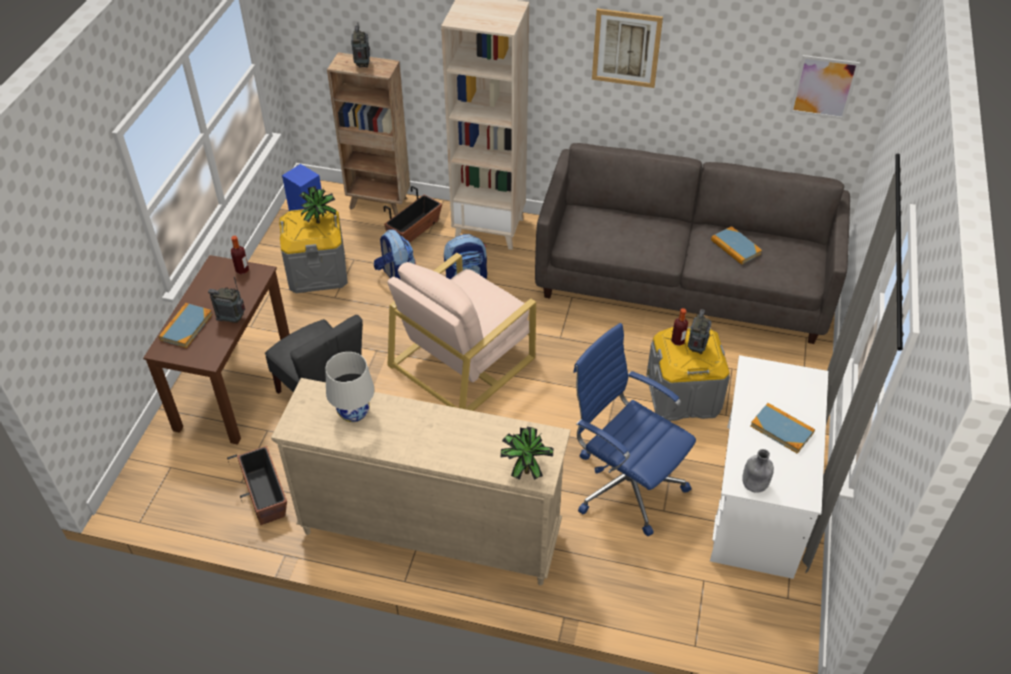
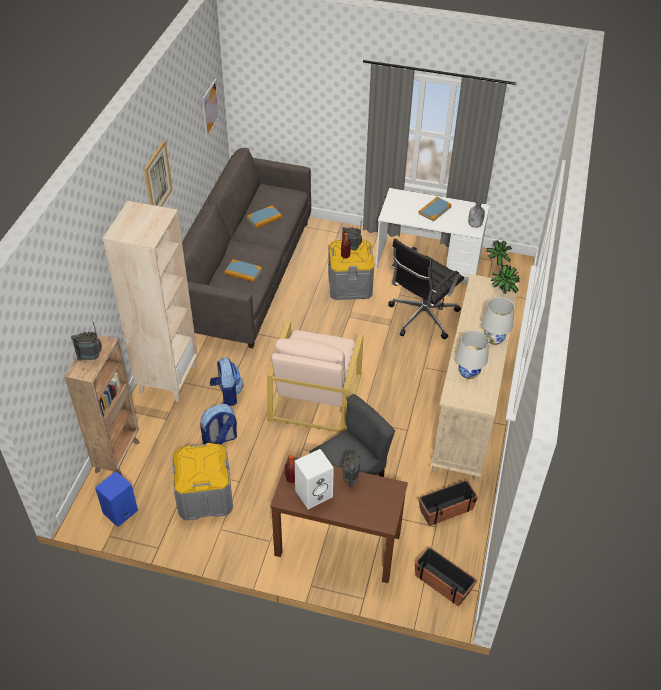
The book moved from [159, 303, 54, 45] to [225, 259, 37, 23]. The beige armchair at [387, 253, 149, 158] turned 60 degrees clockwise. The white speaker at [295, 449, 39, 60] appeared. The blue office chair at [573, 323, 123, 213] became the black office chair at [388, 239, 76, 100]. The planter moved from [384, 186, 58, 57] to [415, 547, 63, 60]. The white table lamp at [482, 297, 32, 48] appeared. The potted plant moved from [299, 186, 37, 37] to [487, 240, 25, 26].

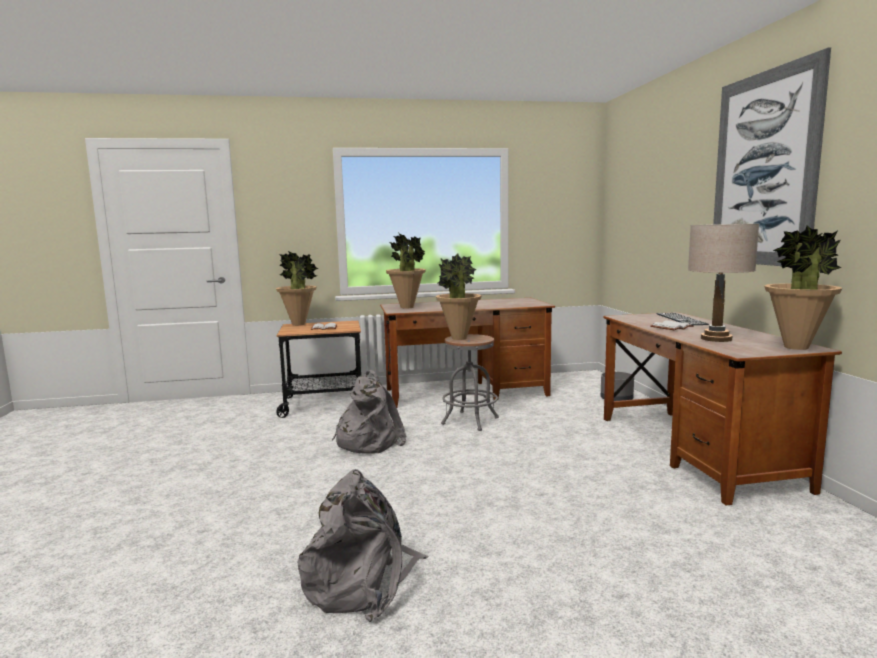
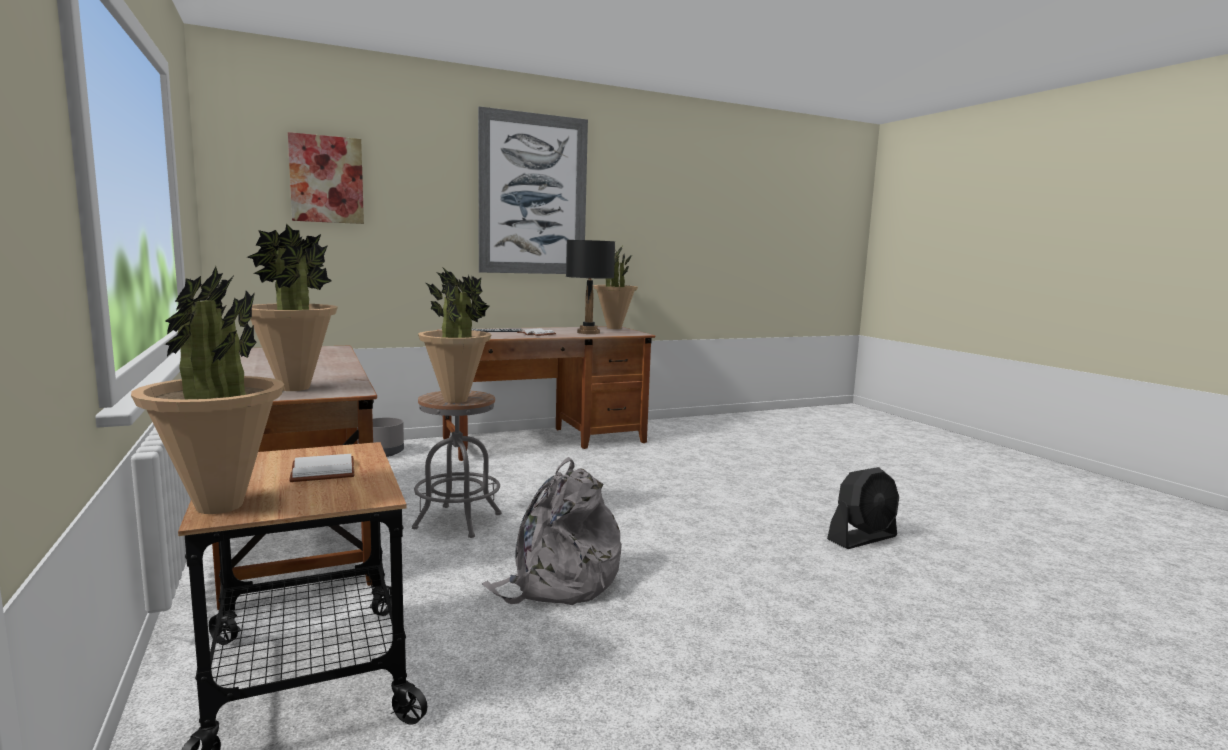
The picture at [288, 132, 76, 92] appeared. The beige table lamp at [688, 224, 71, 118] became the black table lamp at [566, 240, 49, 94]. The grey backpack at [297, 469, 131, 153] was replaced by the black fan at [827, 467, 72, 82].

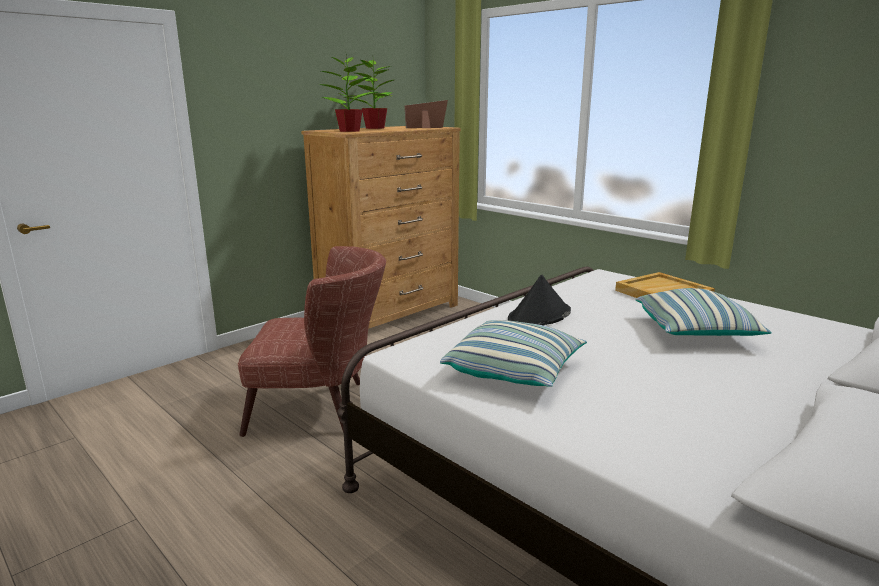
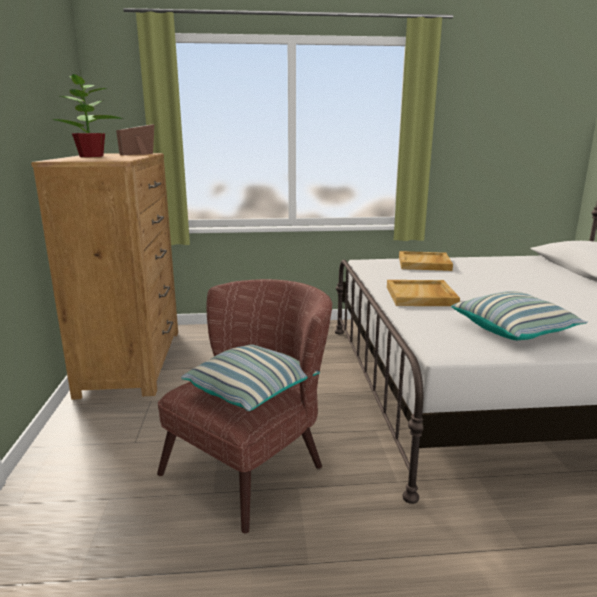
The pillow moved from [635, 288, 137, 48] to [181, 344, 139, 67]. The black hat at [508, 275, 63, 51] was replaced by the beige tray at [387, 280, 73, 26]. The potted plant at [319, 54, 59, 78] disappeared.

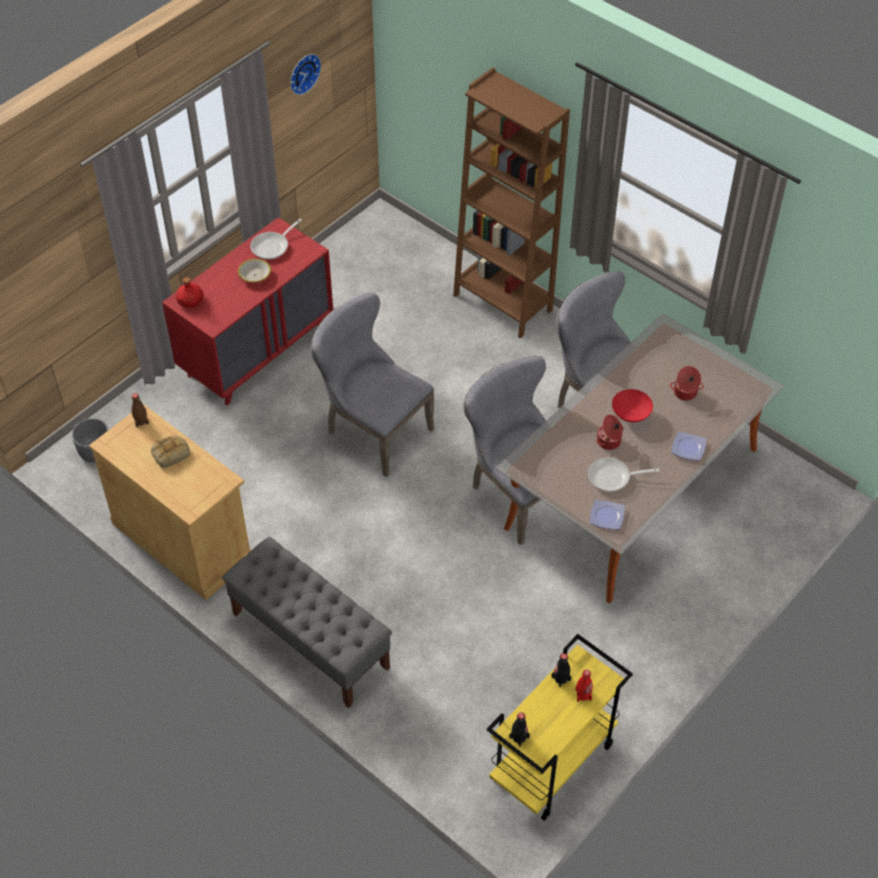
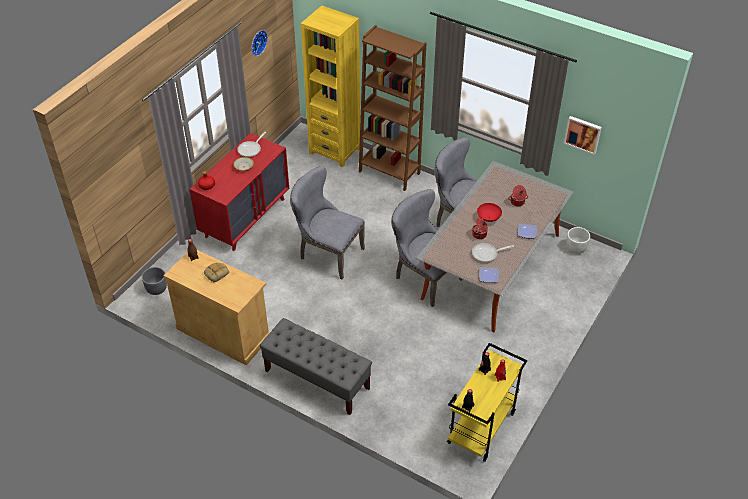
The yellow bookcase at [301, 6, 59, 161] appeared. The picture at [564, 116, 38, 39] appeared. The white planter at [566, 227, 24, 27] appeared.

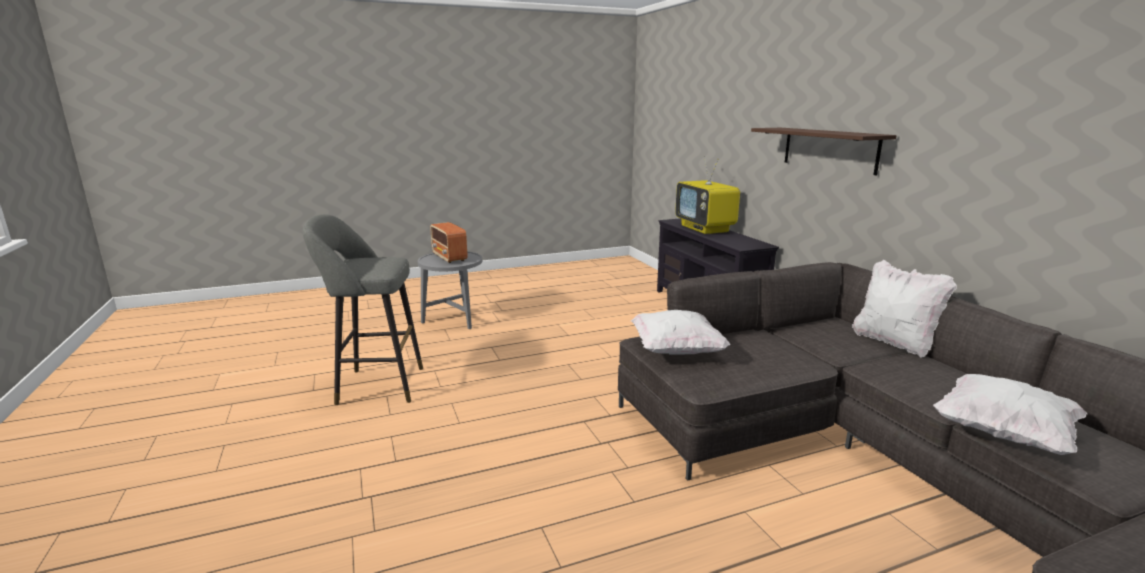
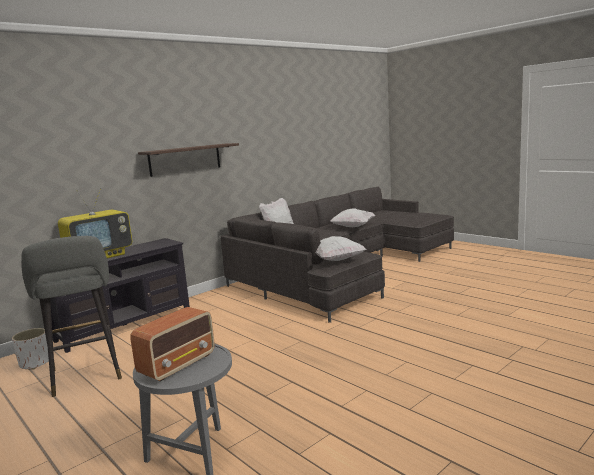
The white planter at [12, 328, 37, 41] appeared. The grey stool moved from [303, 214, 120, 191] to [21, 236, 101, 161].

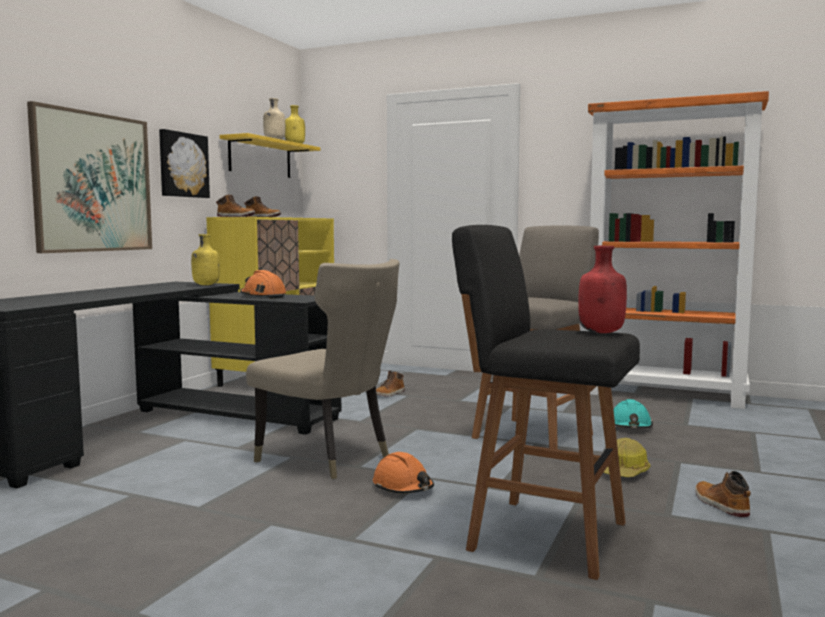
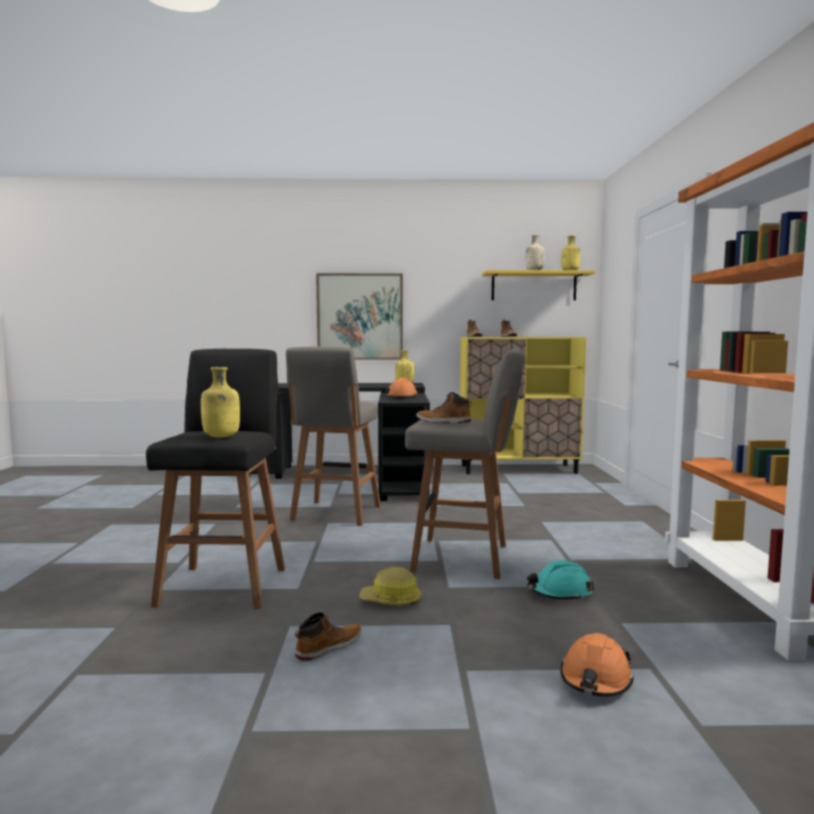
The red bottle at [578, 246, 49, 87] became the yellow bottle at [201, 367, 39, 71]. The beige chair at [246, 259, 154, 220] was replaced by the grey stool at [286, 347, 95, 179]. The boot moved from [376, 371, 29, 26] to [416, 392, 56, 31]. The orange hard hat moved from [373, 452, 61, 41] to [560, 633, 74, 64]. The picture at [159, 129, 51, 69] disappeared.

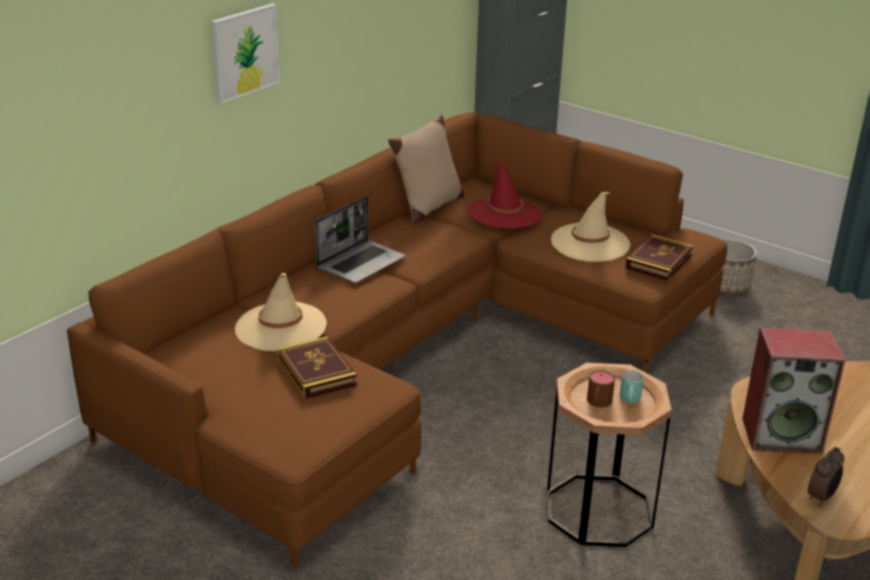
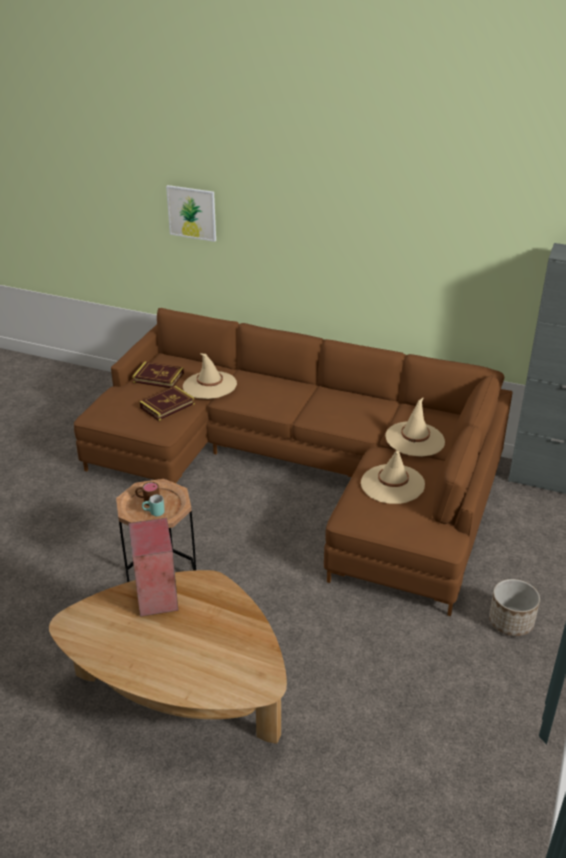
The book moved from [625, 234, 69, 47] to [132, 362, 52, 26]. The picture moved from [212, 3, 68, 101] to [166, 185, 50, 57]. The red hat at [467, 157, 75, 71] became the beige hat at [385, 397, 60, 60]. The laptop at [315, 196, 90, 87] disappeared. The beige pillow at [388, 114, 76, 110] disappeared. The alarm clock at [808, 447, 36, 60] disappeared.

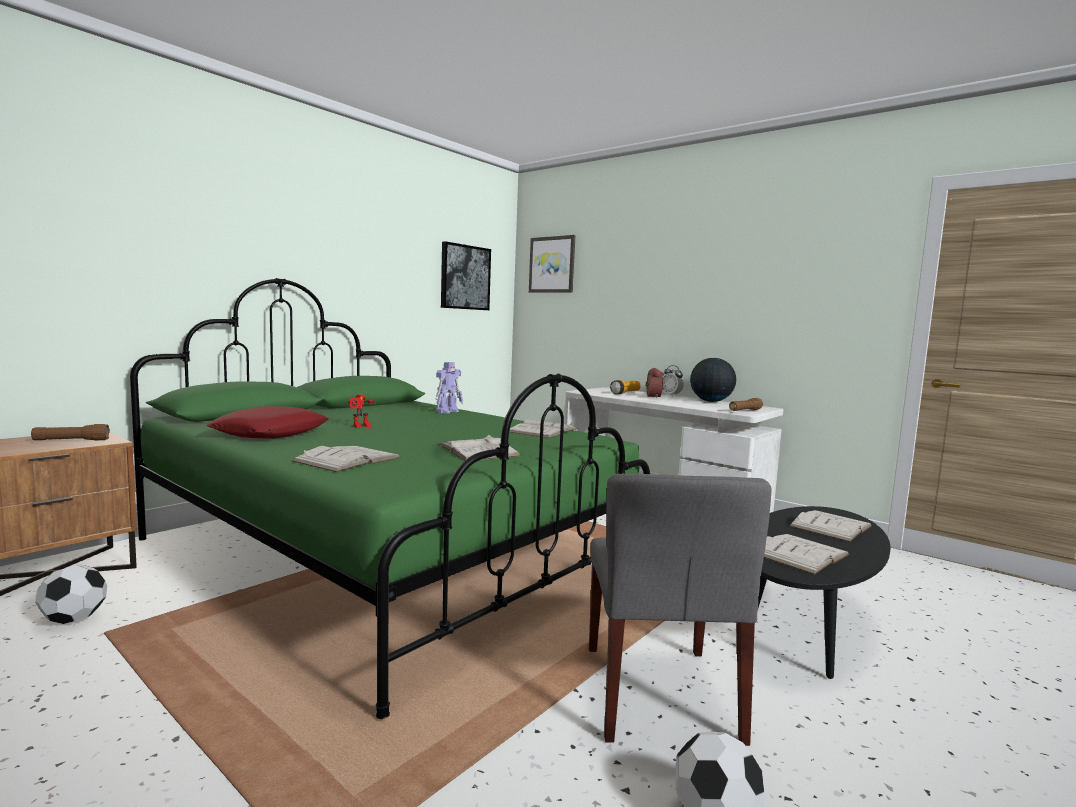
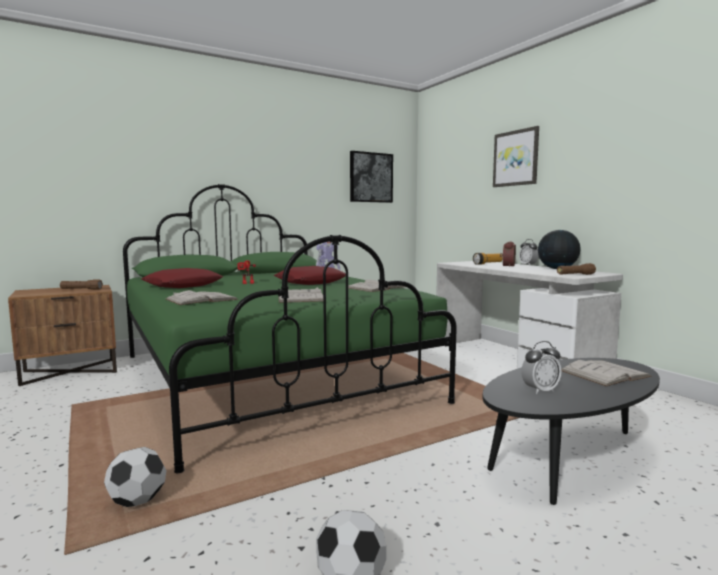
The football moved from [35, 565, 72, 59] to [104, 447, 63, 60]. The red pillow at [274, 266, 72, 19] appeared. The picture moved from [529, 235, 46, 58] to [493, 126, 46, 61]. The white book at [764, 534, 85, 41] was replaced by the alarm clock at [521, 341, 41, 53]. The grey chair at [589, 474, 182, 272] disappeared.

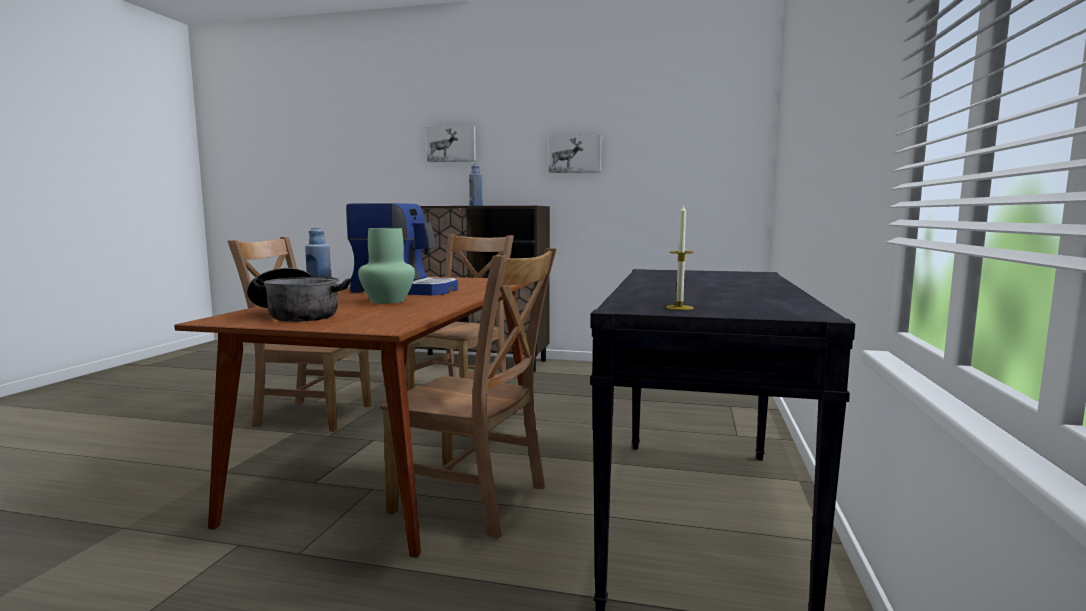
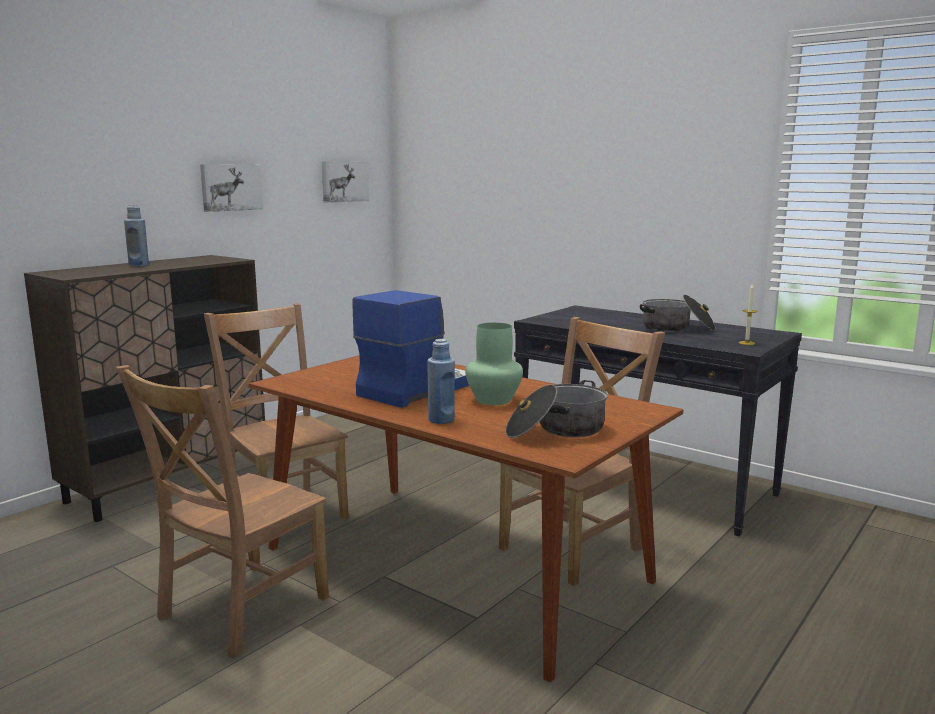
The picture moved from [426, 125, 50, 37] to [322, 161, 47, 42]. The cooking pot at [640, 295, 76, 37] appeared.

